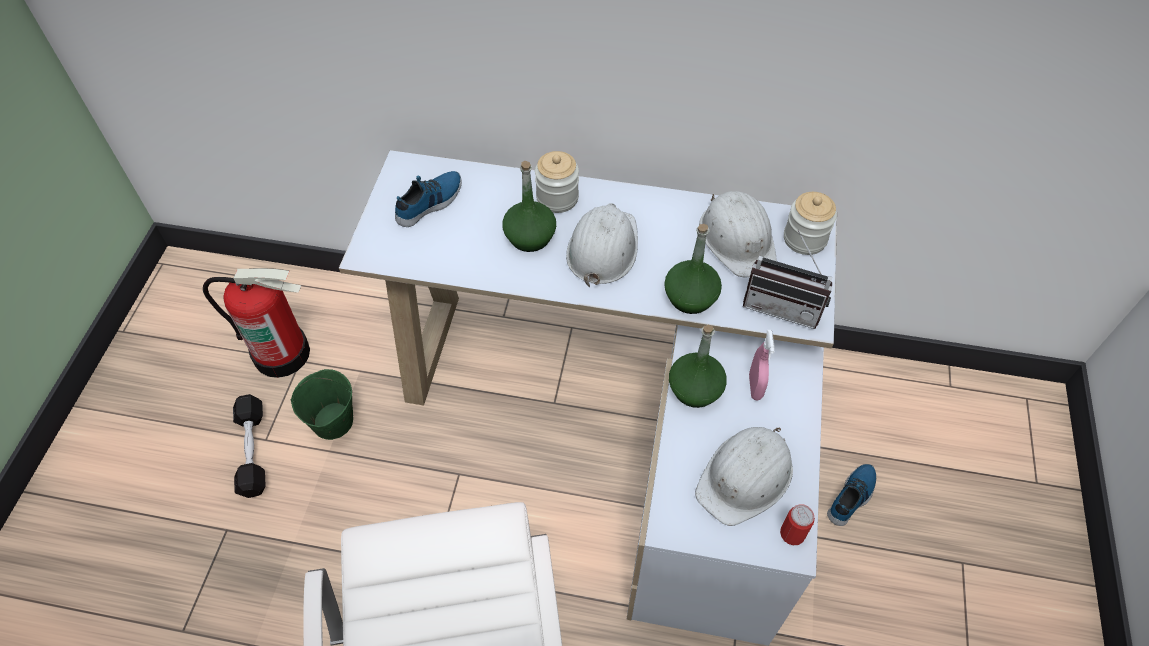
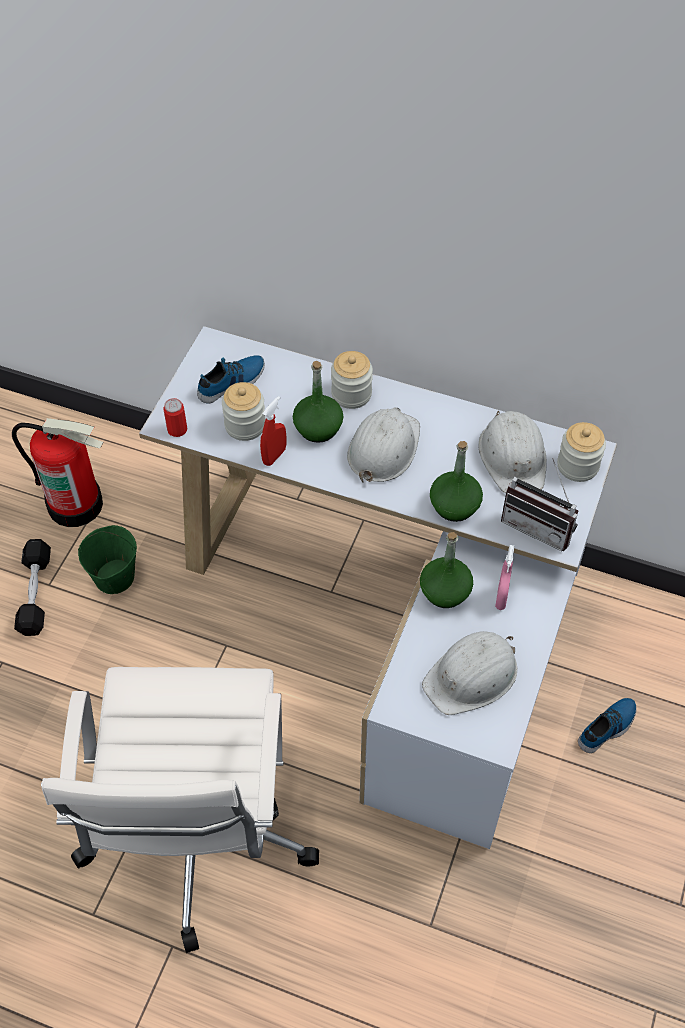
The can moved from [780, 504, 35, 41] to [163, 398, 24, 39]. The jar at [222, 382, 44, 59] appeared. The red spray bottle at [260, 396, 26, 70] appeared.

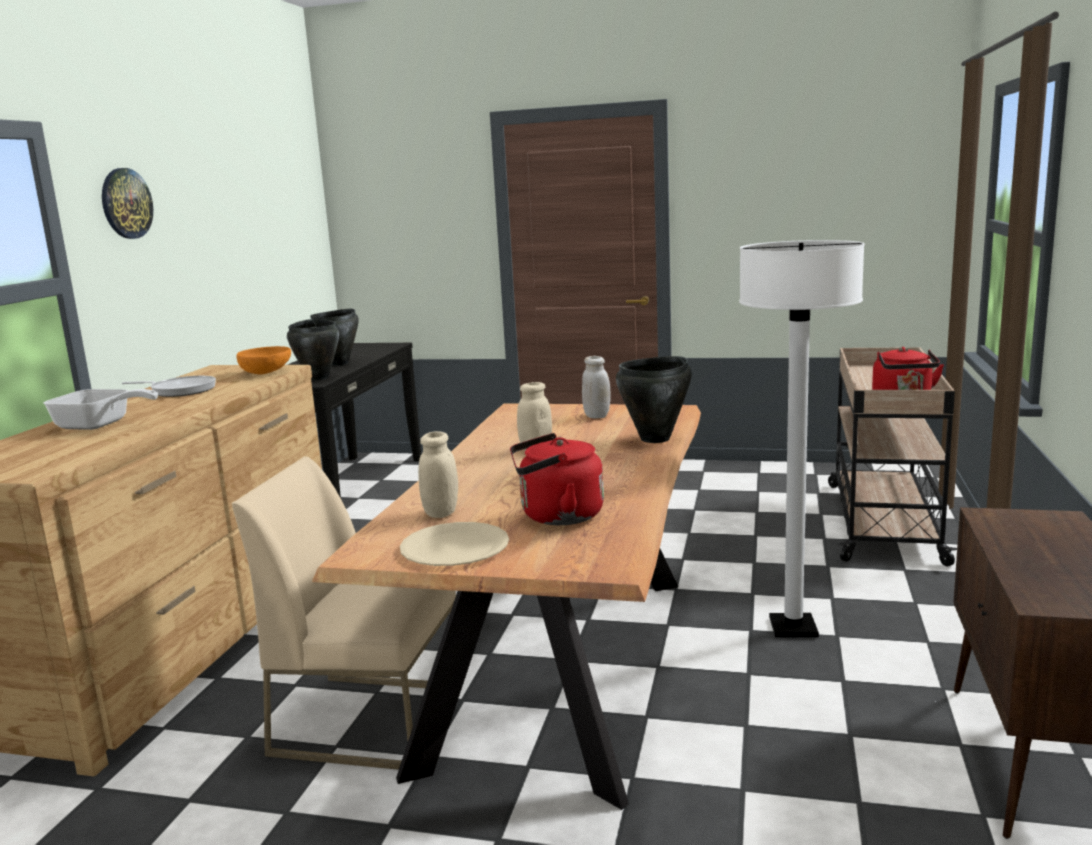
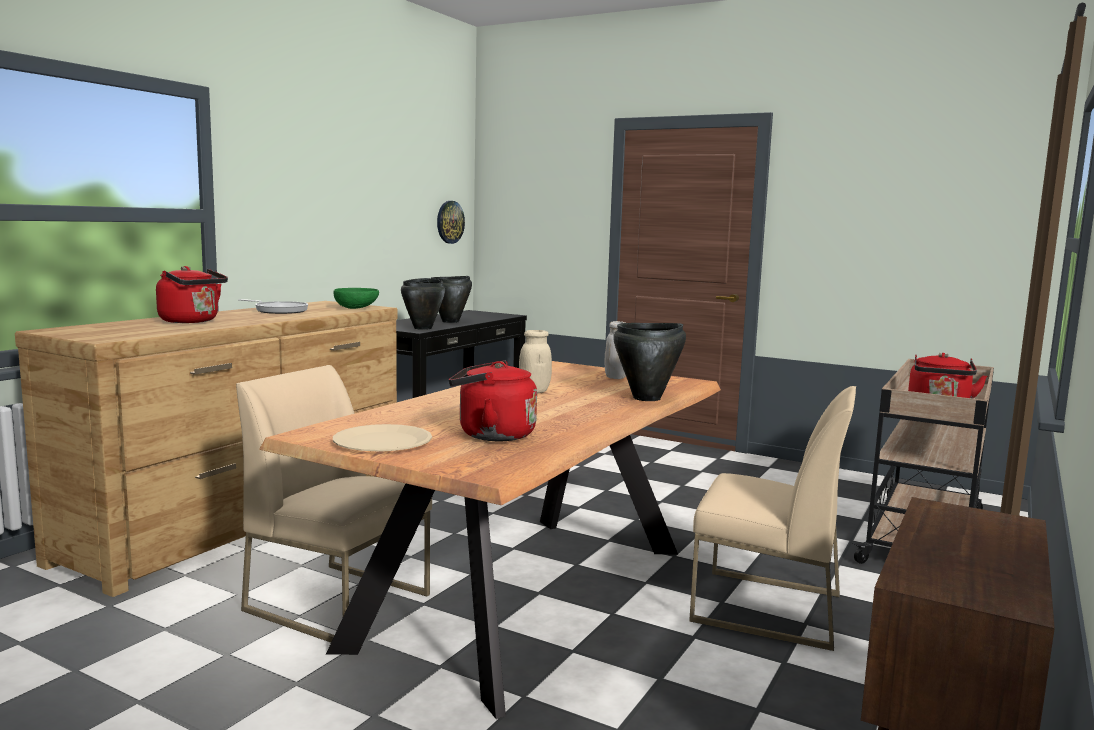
The frying pan at [43, 389, 115, 41] was replaced by the red kettle at [156, 266, 72, 57]. The orange bowl at [237, 346, 54, 29] became the green bowl at [333, 288, 46, 21]. The wall clock moved from [102, 168, 51, 71] to [437, 201, 28, 43]. The white floor lamp at [739, 240, 126, 397] was replaced by the beige chair at [689, 386, 167, 265]. The beige jar at [418, 431, 40, 87] disappeared.

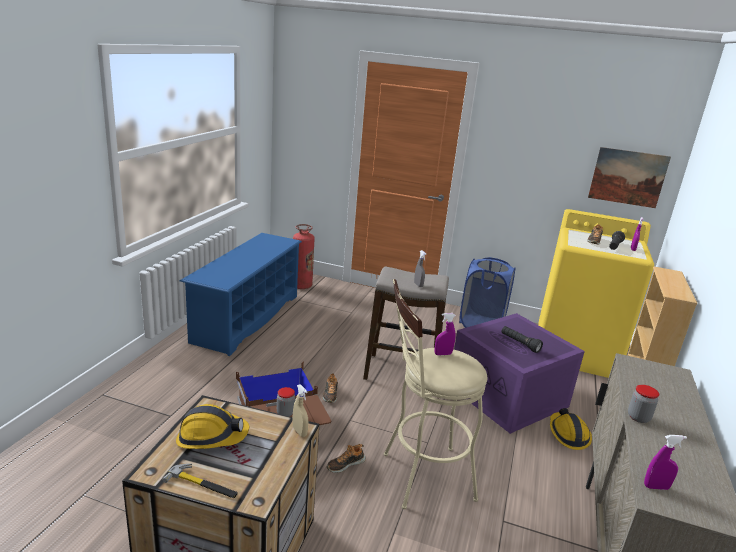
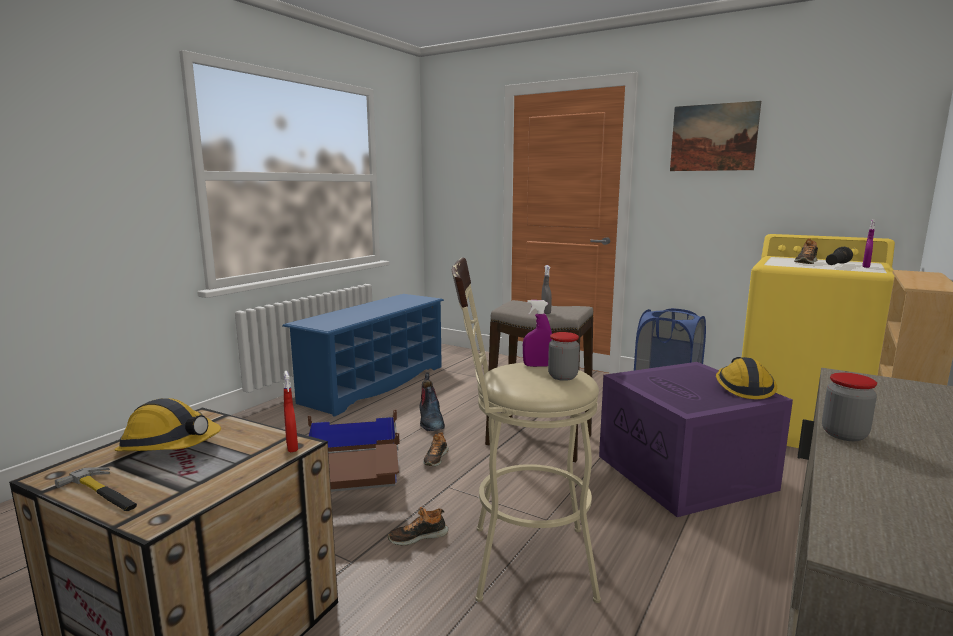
The beige spray bottle at [293, 384, 15, 53] became the red spray bottle at [283, 371, 15, 81]. The boot at [419, 372, 26, 59] appeared. The jar moved from [277, 387, 18, 29] to [548, 332, 32, 49]. The picture moved from [588, 147, 83, 61] to [670, 101, 91, 70]. The hard hat moved from [550, 408, 42, 42] to [716, 357, 61, 42]. The fire extinguisher at [293, 224, 22, 65] disappeared. The black flashlight at [502, 326, 41, 27] disappeared. The purple spray bottle at [644, 435, 43, 55] disappeared.

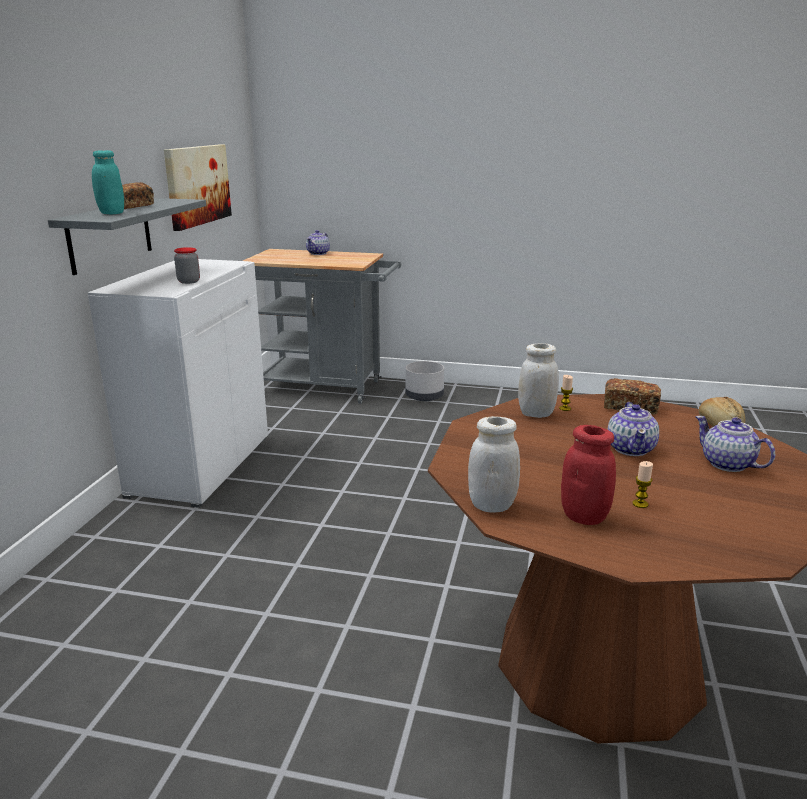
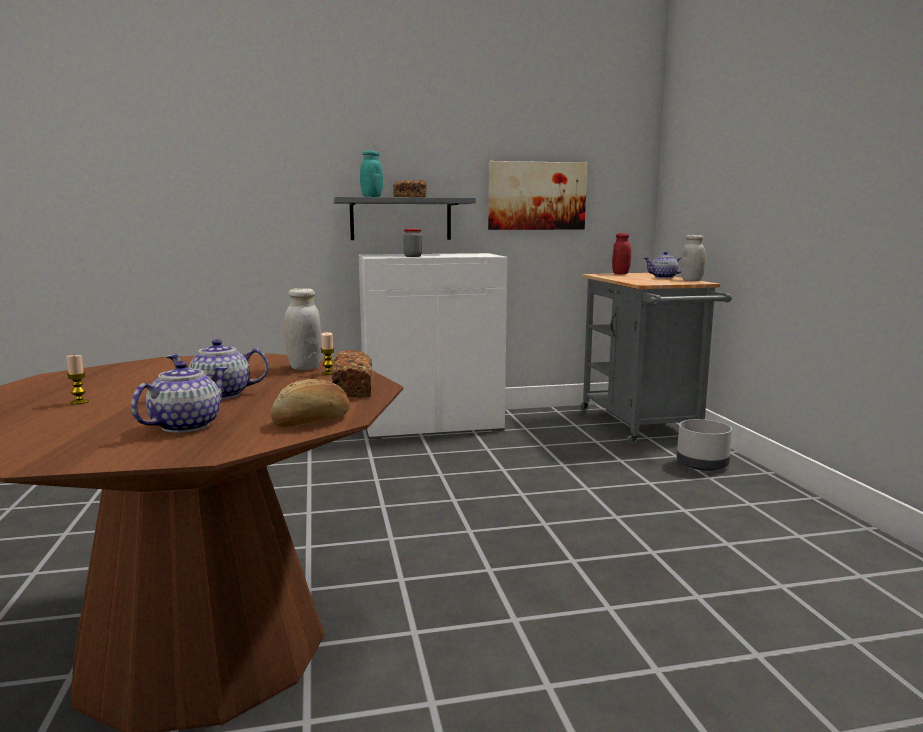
The red jar moved from [561, 425, 55, 100] to [612, 233, 19, 41]. The white jar moved from [468, 416, 52, 97] to [680, 235, 26, 46].

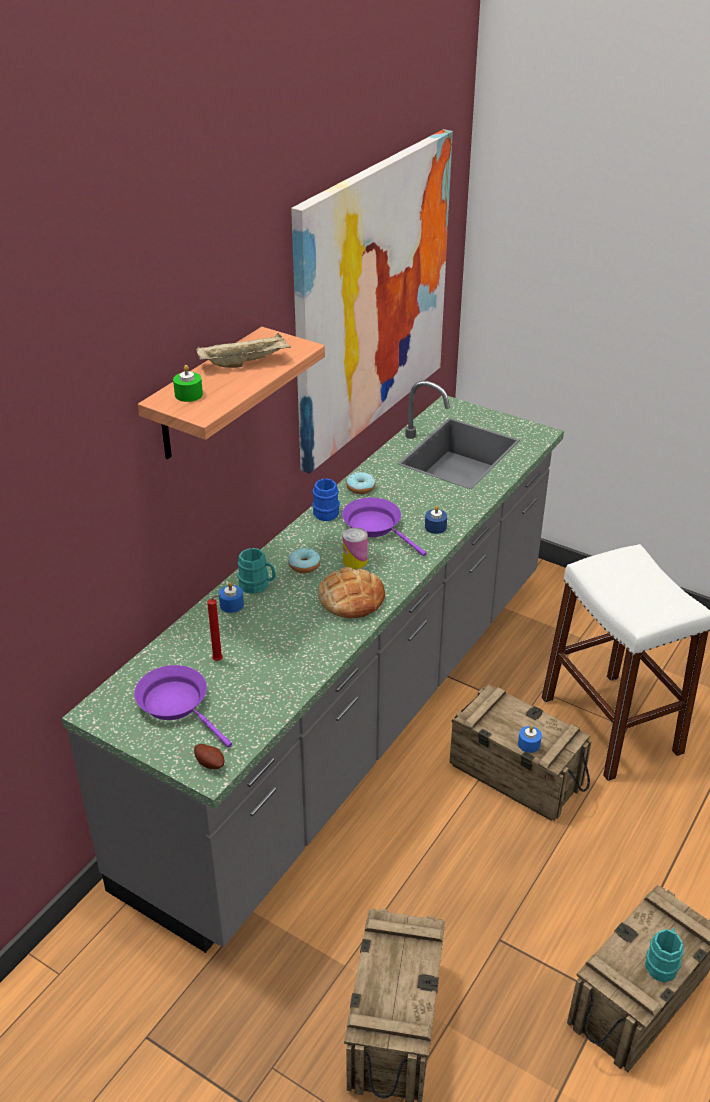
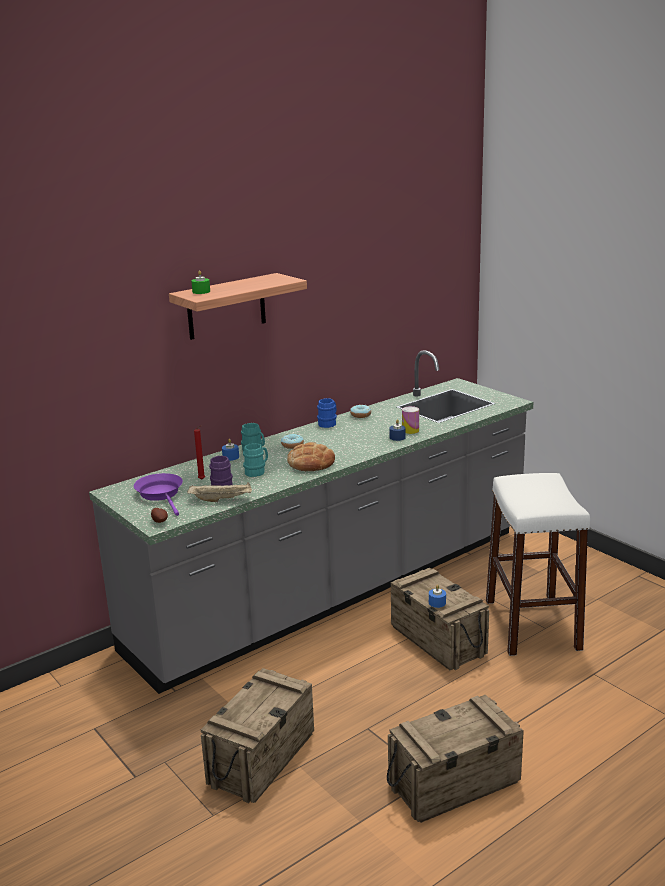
The beige tray moved from [196, 333, 95, 35] to [187, 482, 65, 20]. The purple mug at [209, 456, 24, 30] appeared. The turquoise mug moved from [645, 928, 39, 55] to [243, 443, 25, 34]. The can moved from [343, 527, 25, 42] to [402, 406, 17, 28]. The picture at [291, 129, 162, 344] disappeared. The purple frying pan at [342, 498, 85, 58] disappeared.

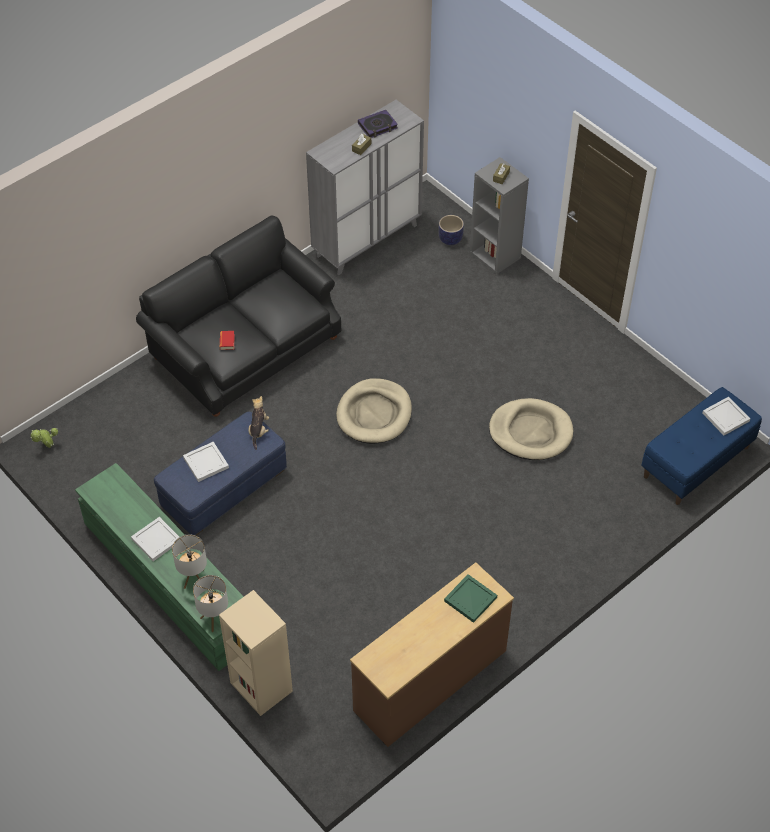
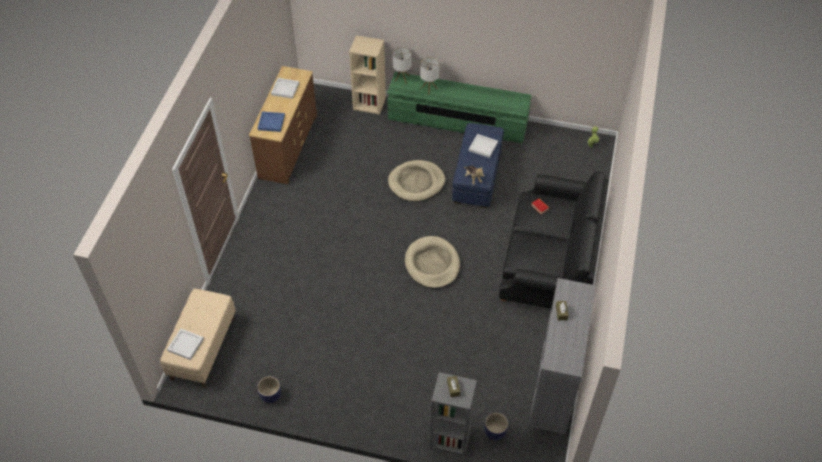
The blue bench at [641, 387, 121, 118] became the beige bench at [160, 288, 76, 100]. The planter at [257, 376, 24, 27] appeared. The green tray at [444, 574, 53, 49] became the blue tray at [258, 112, 27, 20]. The white tray moved from [131, 517, 48, 44] to [271, 78, 28, 21]. The beige dog bed moved from [489, 398, 84, 62] to [388, 160, 57, 42]. The book at [358, 110, 40, 28] disappeared.

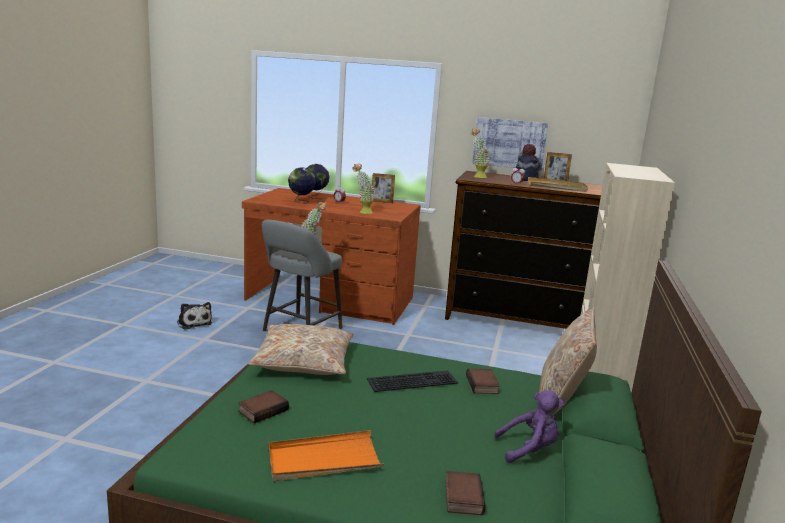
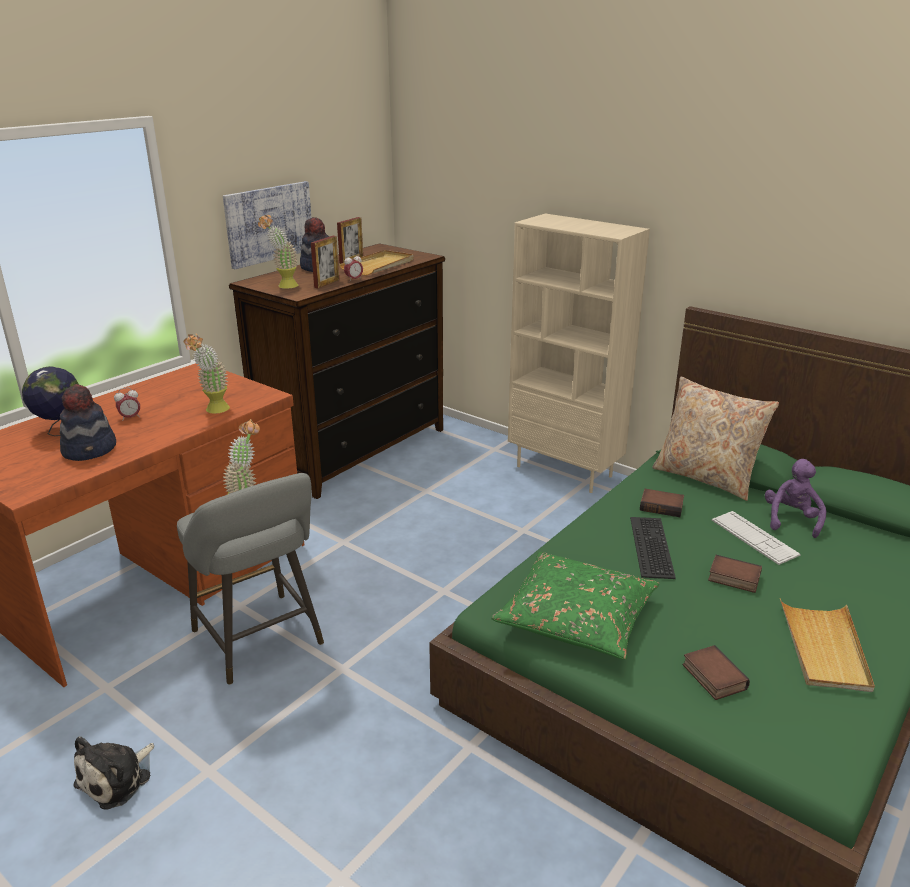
The globe at [288, 168, 28, 36] was replaced by the hat at [60, 384, 56, 77]. The plush toy at [177, 302, 35, 28] turned 135 degrees clockwise. The picture frame moved from [372, 173, 23, 30] to [311, 236, 28, 52]. The beige pillow at [248, 324, 106, 51] became the green pillow at [491, 552, 168, 108]. The book moved from [445, 471, 40, 44] to [708, 555, 54, 38]. The keyboard at [712, 511, 89, 54] appeared. The orange tray at [269, 430, 115, 51] became the beige tray at [780, 598, 95, 94].

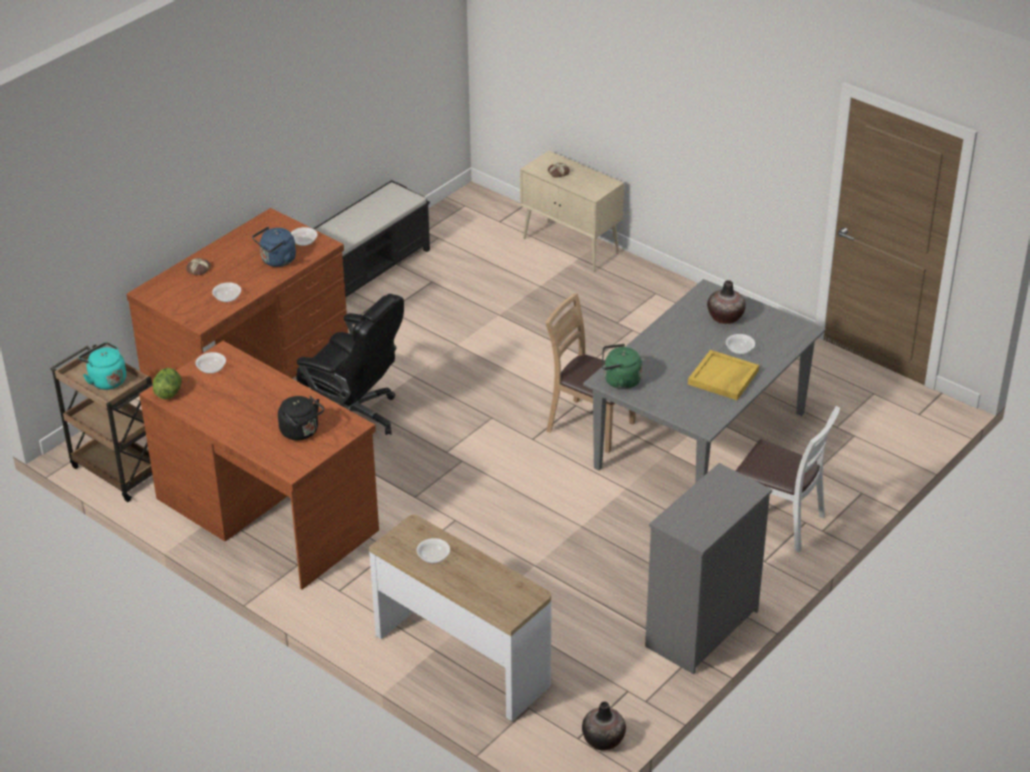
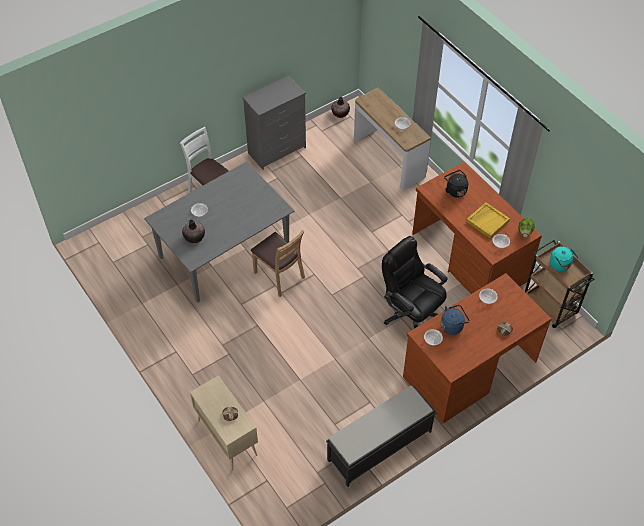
The yellow tray moved from [688, 350, 71, 50] to [466, 202, 44, 36]. The green kettle at [602, 344, 40, 45] disappeared.

